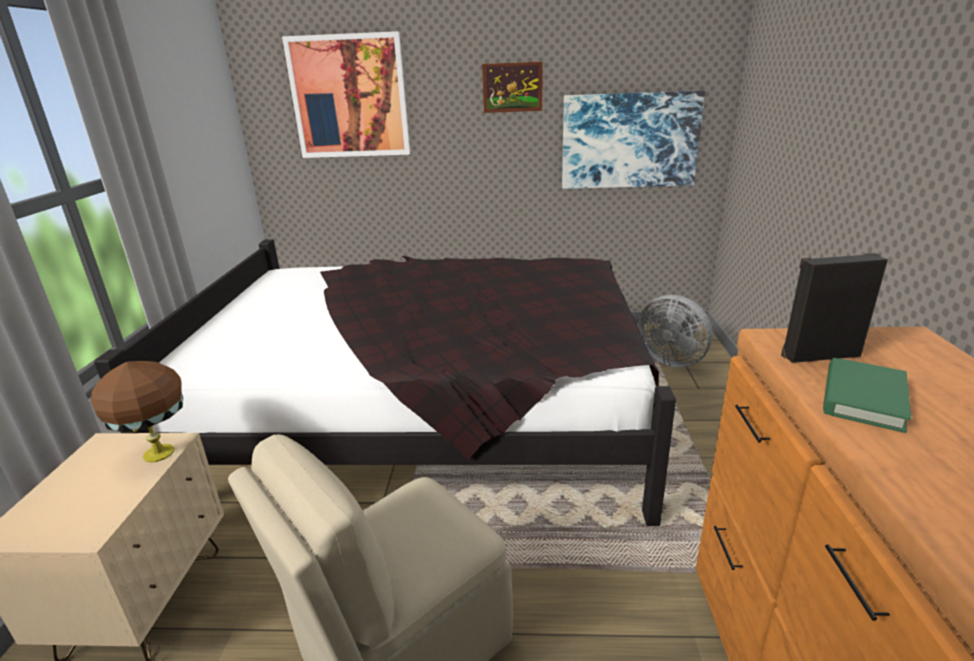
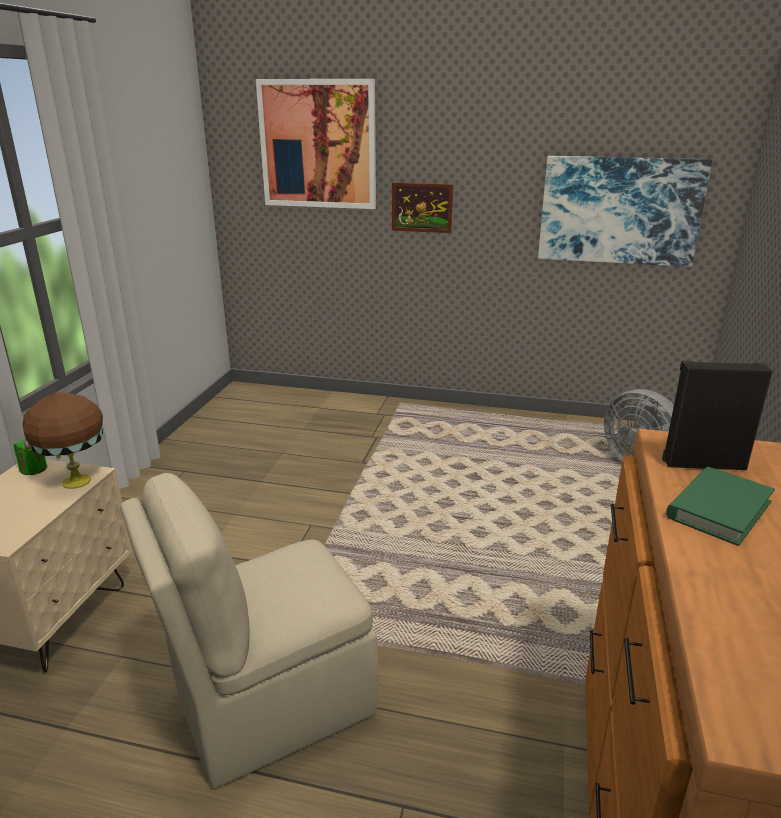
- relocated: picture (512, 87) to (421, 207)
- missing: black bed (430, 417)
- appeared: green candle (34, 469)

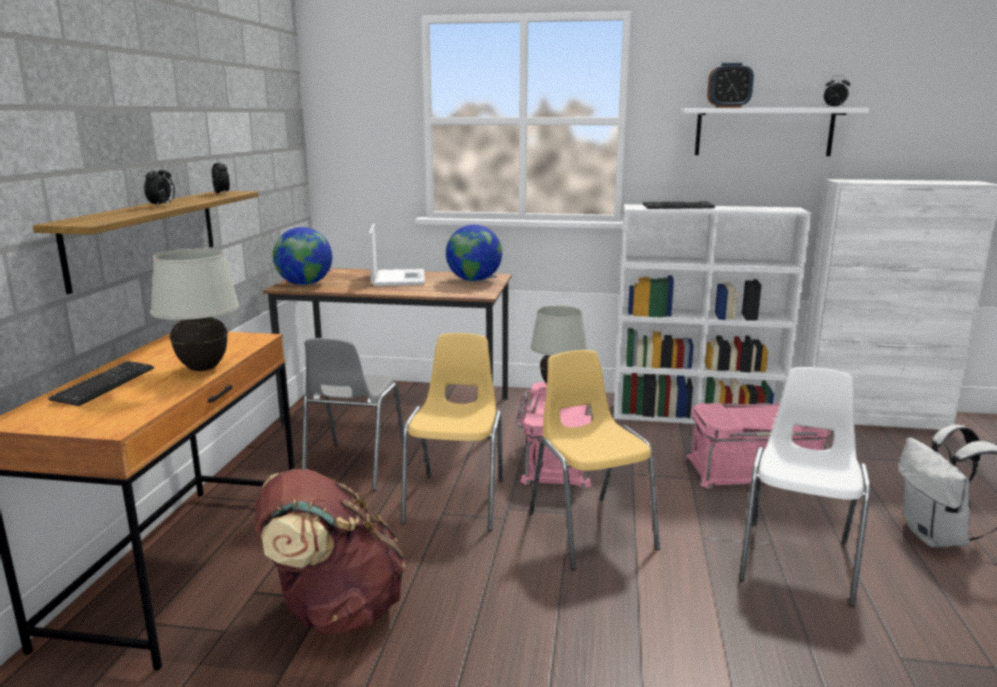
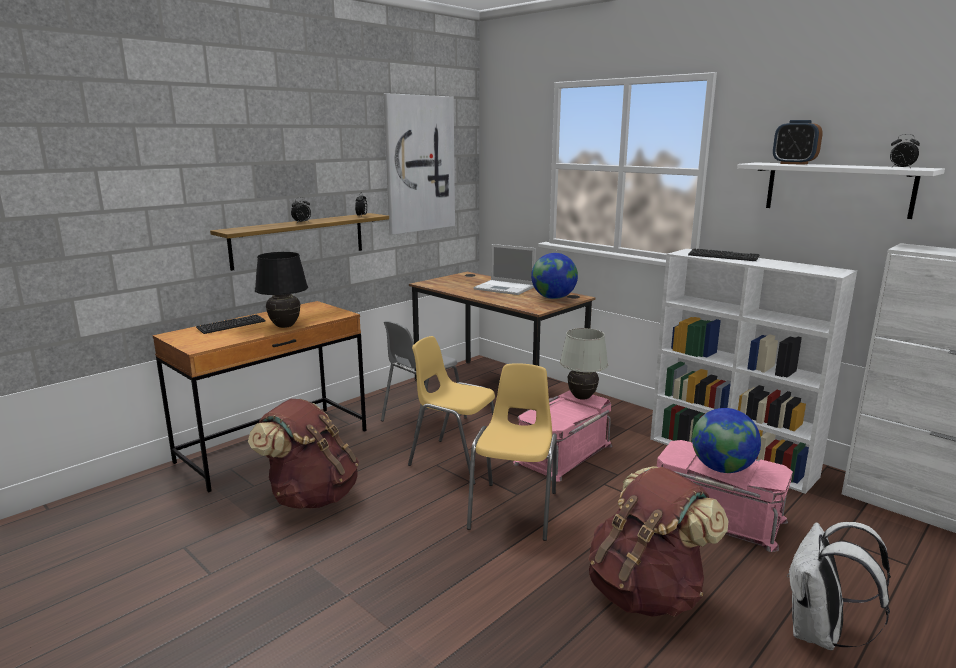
- spun: laptop (398, 278) = (505, 288) 90 degrees clockwise
- relocated: globe (305, 284) to (722, 469)
- colour: white table lamp (204, 368) to black table lamp (285, 326)
- spun: yellow chair (457, 501) = (455, 460) 105 degrees counterclockwise
- exchanged: white chair (797, 560) to brown backpack (646, 592)
- appeared: picture (419, 164)

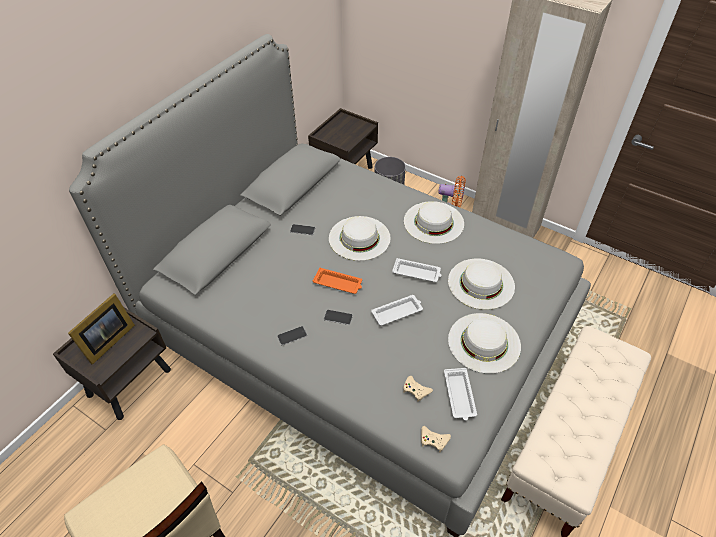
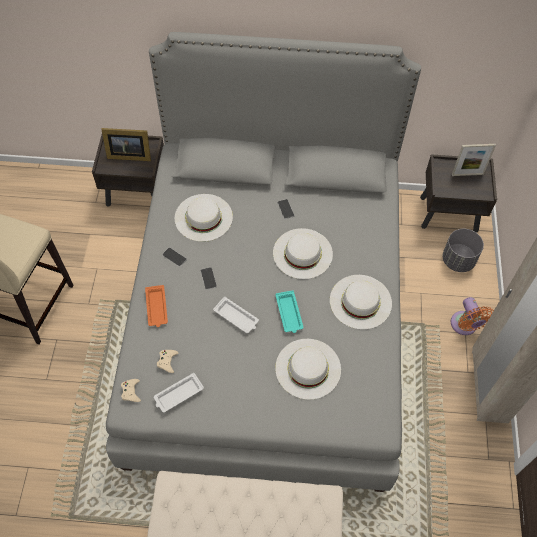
- colour: white tray (417, 273) to turquoise tray (289, 313)
- relocated: orange tray (338, 283) to (156, 308)
- relocated: white hat (484, 342) to (203, 217)
- appeared: picture frame (467, 174)

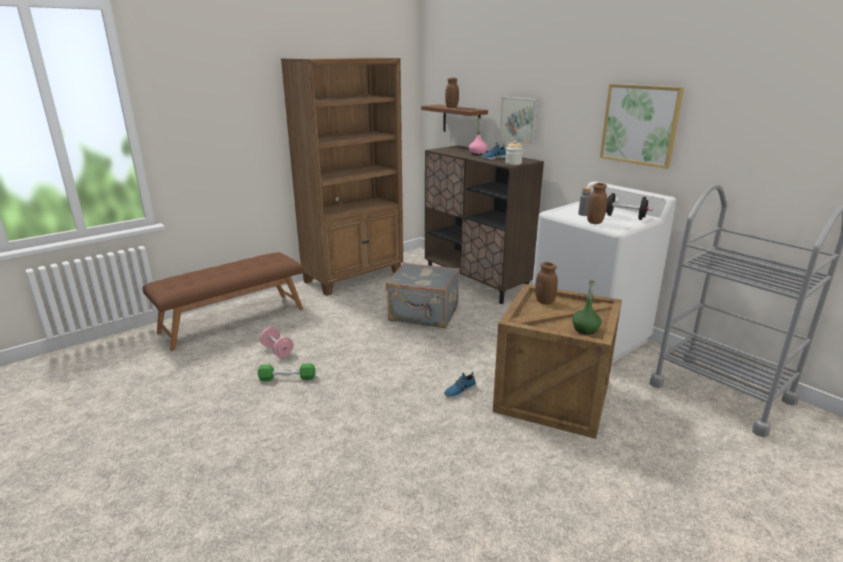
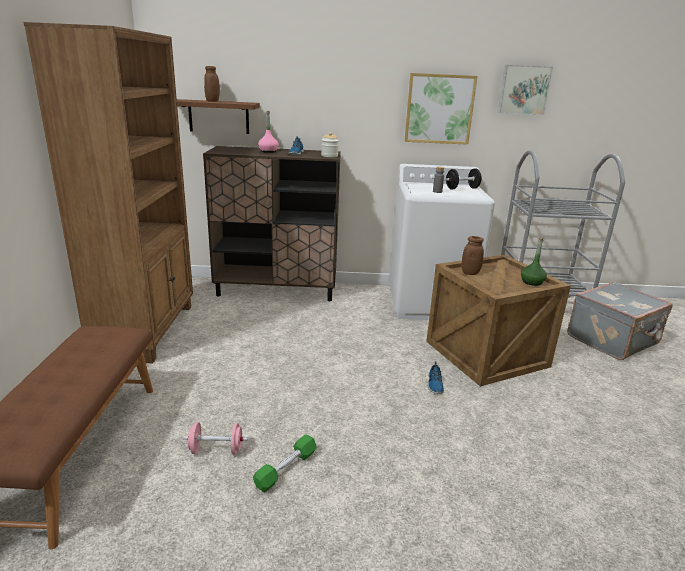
- relocated: picture (520, 120) to (523, 90)
- missing: brown jar (595, 222)
- relocated: grey suitcase (424, 315) to (613, 341)

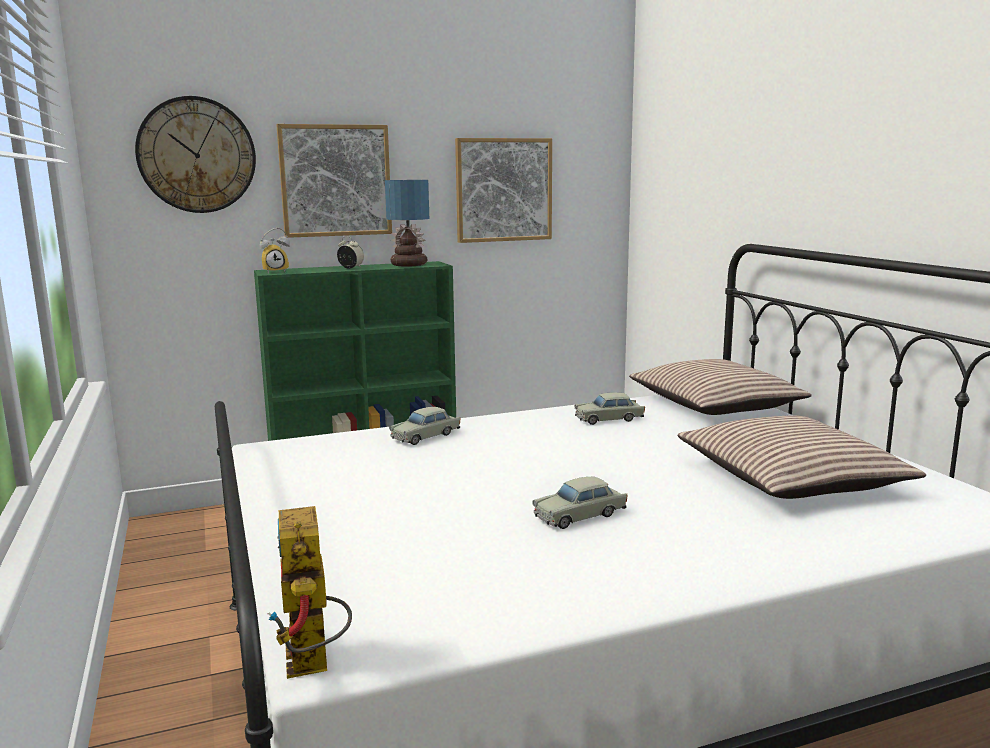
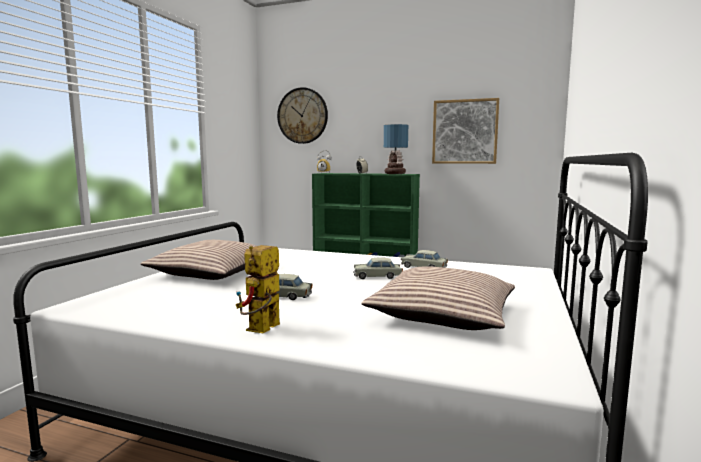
- missing: picture (335, 180)
- relocated: pillow (715, 404) to (213, 272)
- relocated: beige toy car (426, 436) to (377, 276)
- relocated: toy robot (314, 666) to (261, 330)

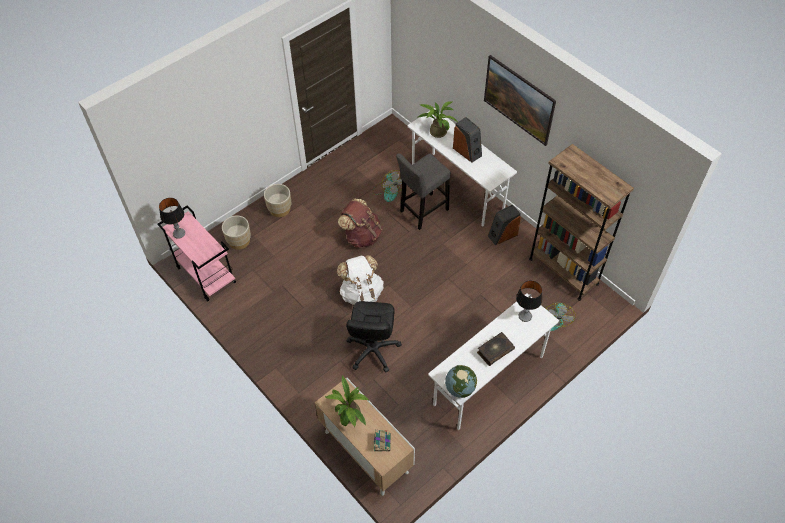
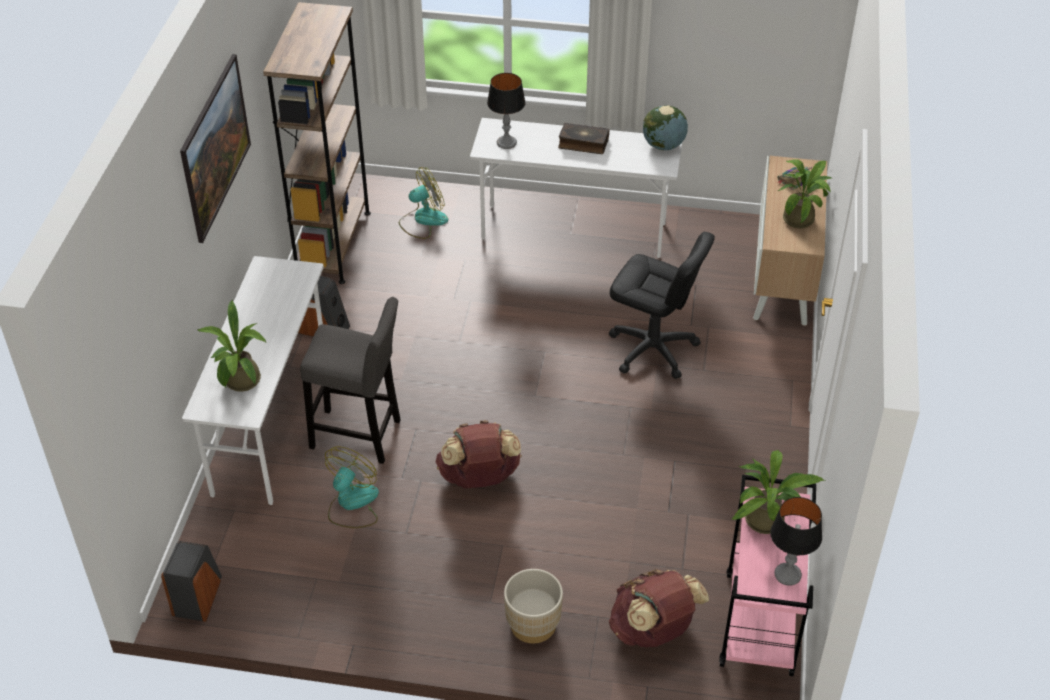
- relocated: speaker (467, 151) to (198, 596)
- exchanged: beige planter (239, 241) to brown backpack (653, 631)
- missing: white backpack (361, 293)
- spun: black office chair (372, 350) = (653, 349) 60 degrees clockwise
- appeared: potted plant (769, 521)

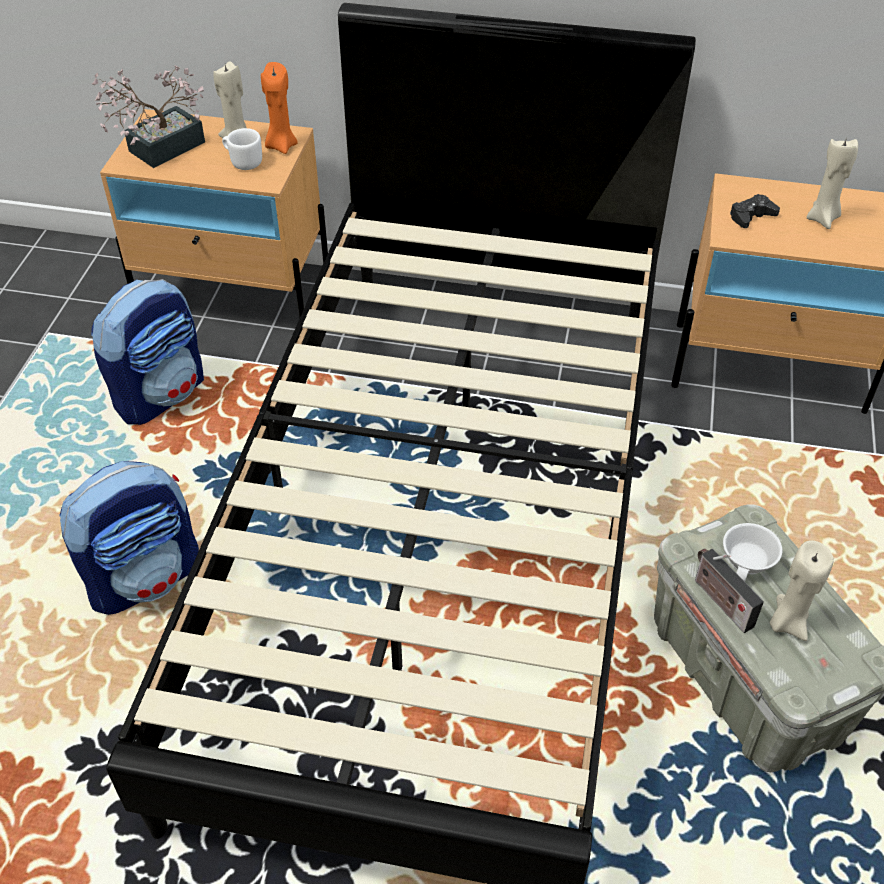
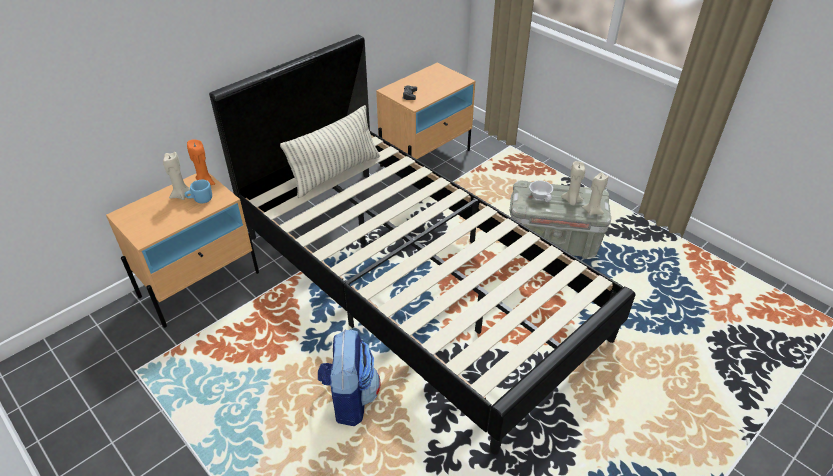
- missing: potted plant (159, 150)
- colour: white mug (243, 162) to blue mug (200, 199)
- relocated: beige candle (823, 218) to (592, 211)
- missing: backpack (161, 394)
- missing: radio (720, 601)
- appeared: pillow (336, 173)

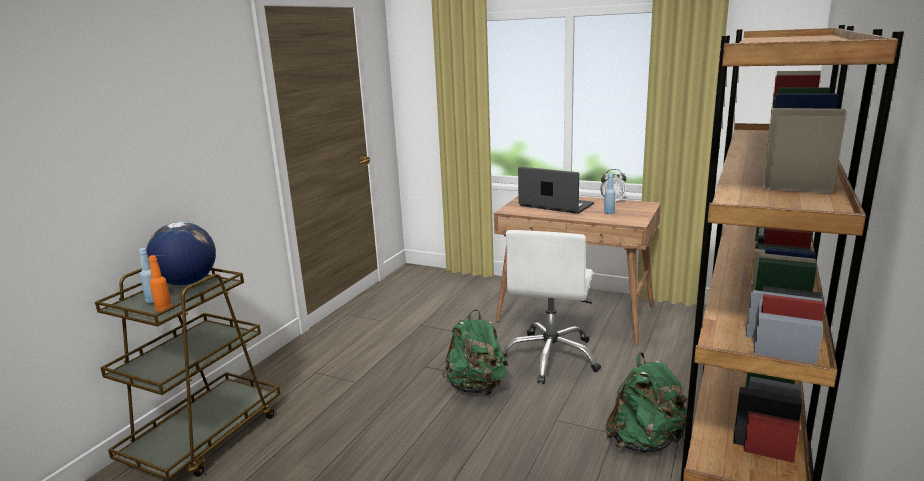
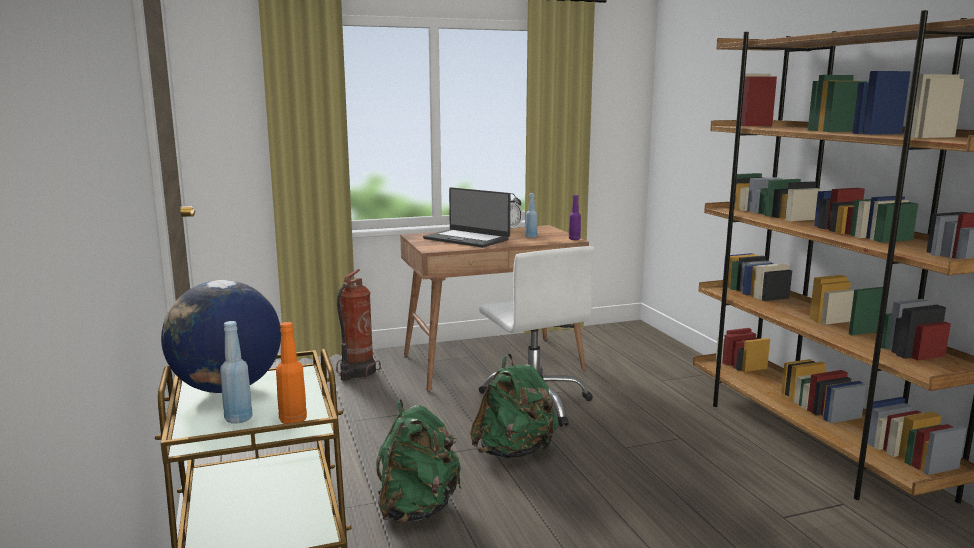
- spun: laptop (555, 205) = (467, 239) 135 degrees counterclockwise
- relocated: green backpack (645, 441) to (417, 509)
- appeared: purple bottle (574, 239)
- appeared: fire extinguisher (356, 373)

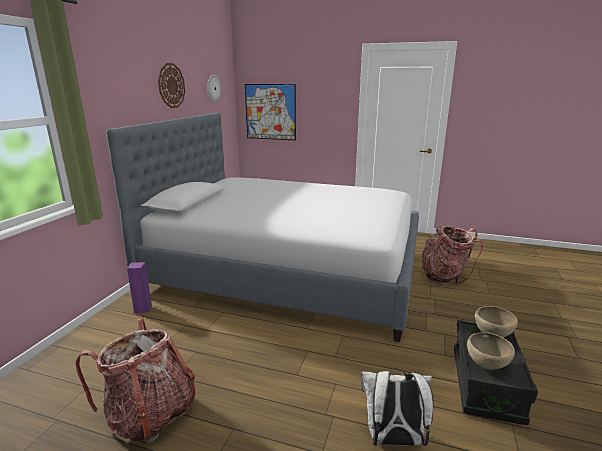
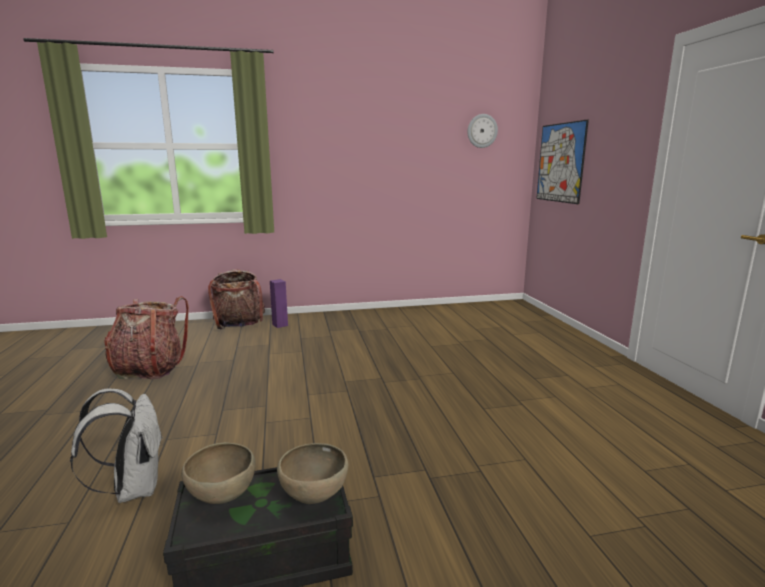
- missing: wall clock (171, 85)
- missing: bed (287, 270)
- relocated: backpack (444, 275) to (239, 325)

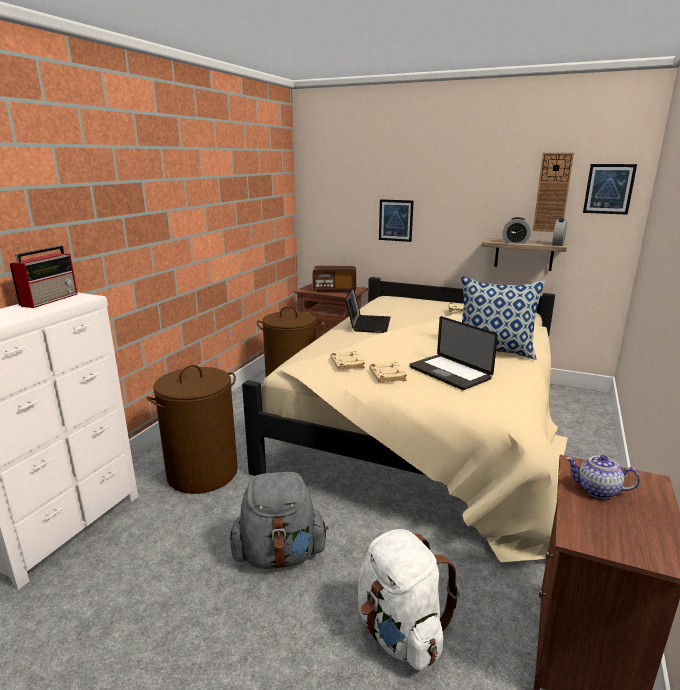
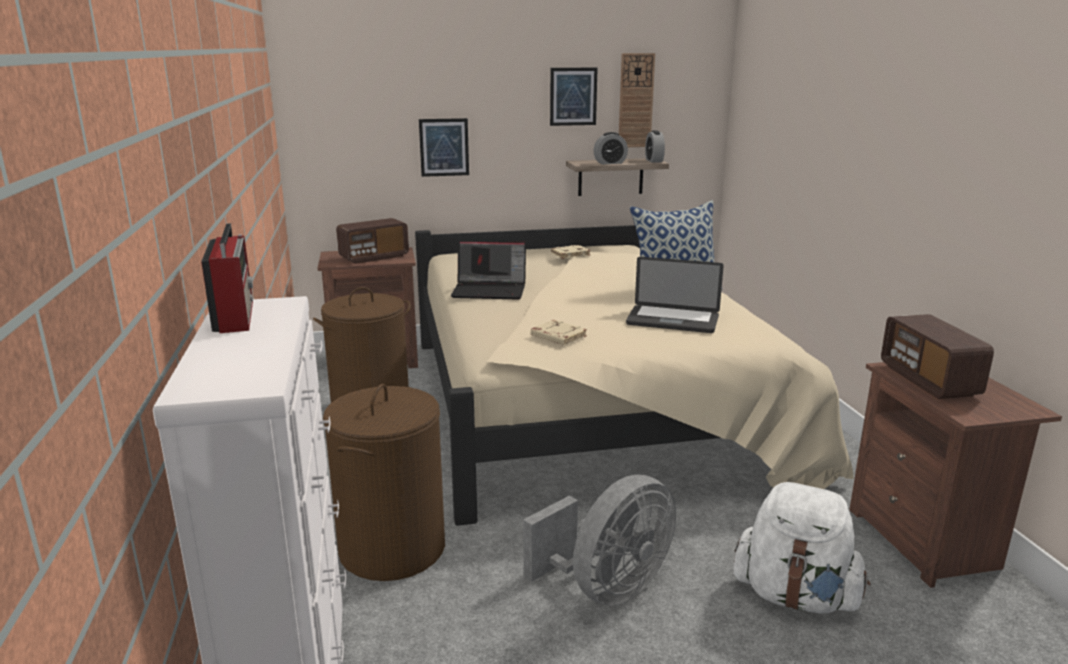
- relocated: picture (609, 189) to (573, 96)
- spun: laptop (367, 324) = (490, 290) 120 degrees clockwise
- missing: beige book (386, 375)
- exchanged: teapot (597, 490) to radio (928, 380)
- exchanged: grey backpack (280, 555) to grey fan (607, 588)

